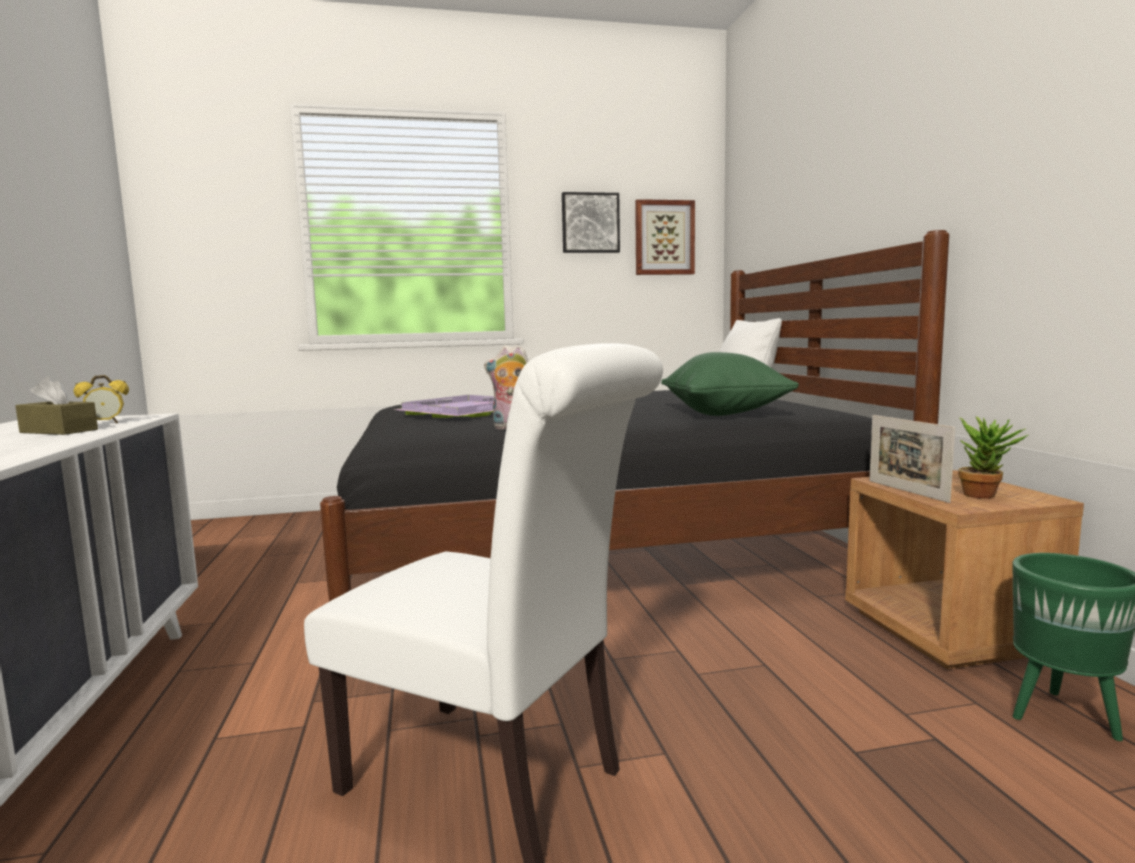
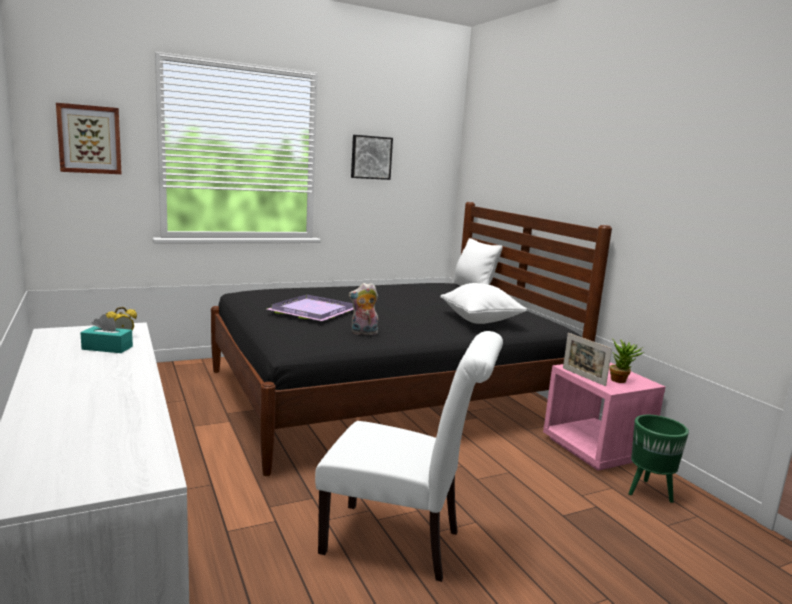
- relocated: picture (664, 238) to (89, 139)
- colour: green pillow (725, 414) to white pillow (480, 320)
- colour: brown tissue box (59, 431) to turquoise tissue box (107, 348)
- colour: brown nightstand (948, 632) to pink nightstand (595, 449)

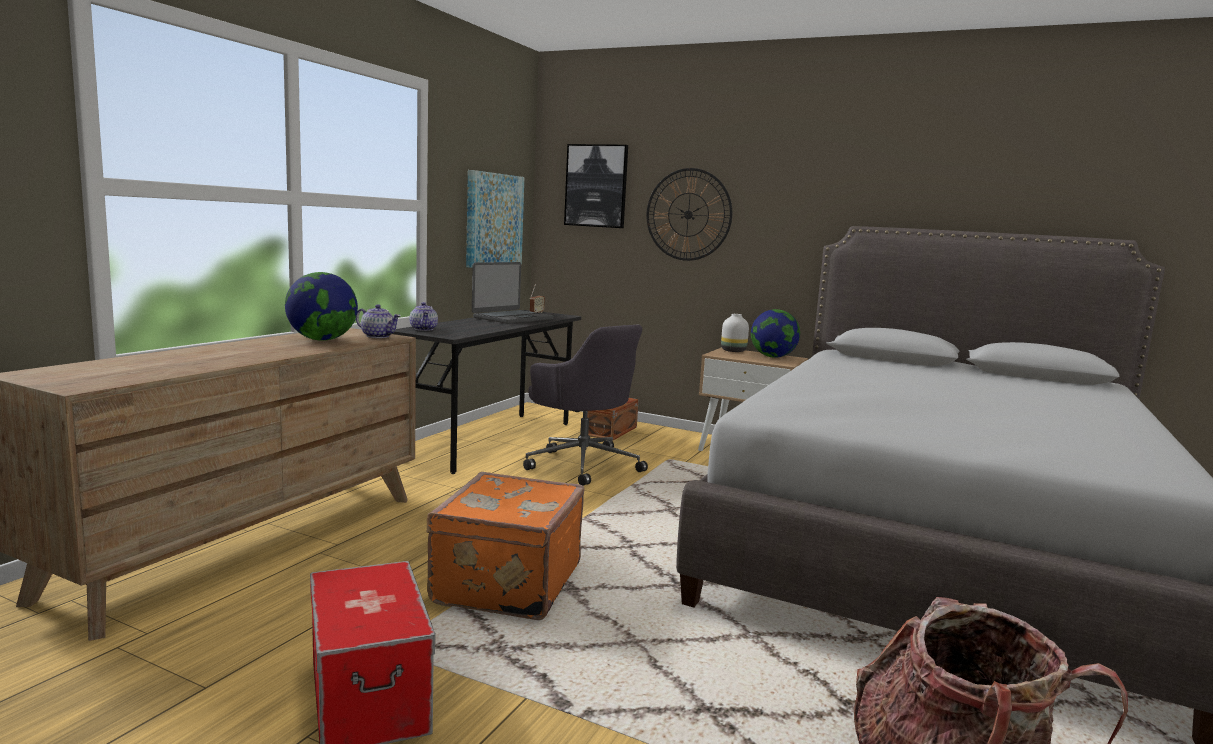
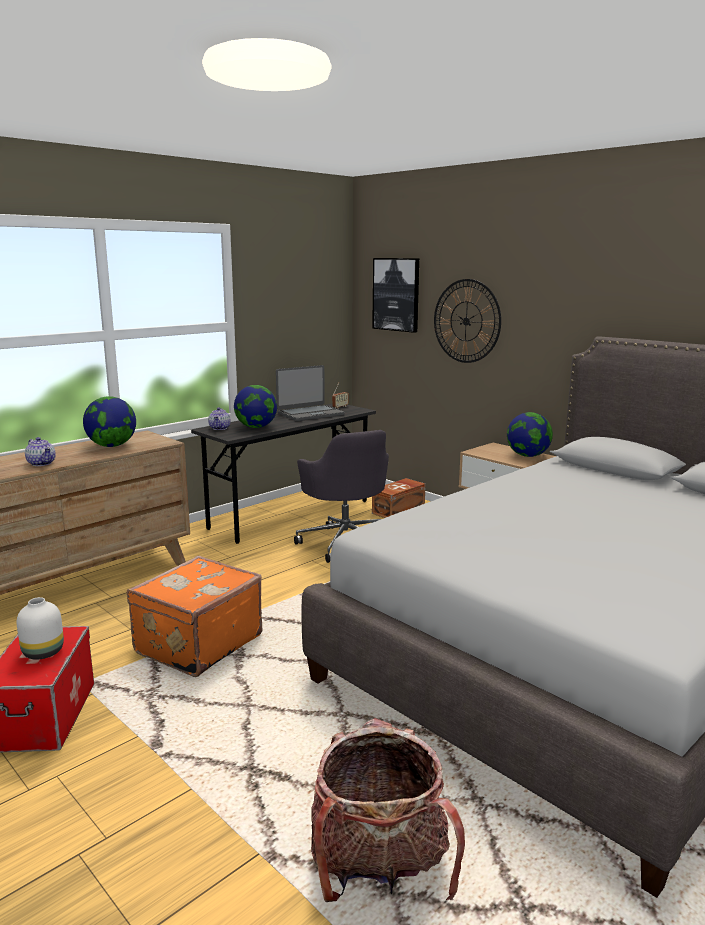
- missing: picture (493, 220)
- relocated: teapot (378, 336) to (42, 463)
- relocated: white vase (732, 351) to (42, 652)
- appeared: globe (256, 427)

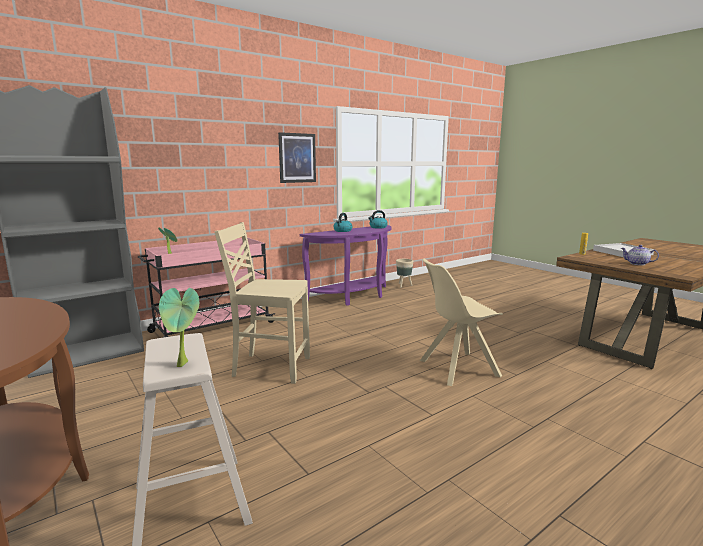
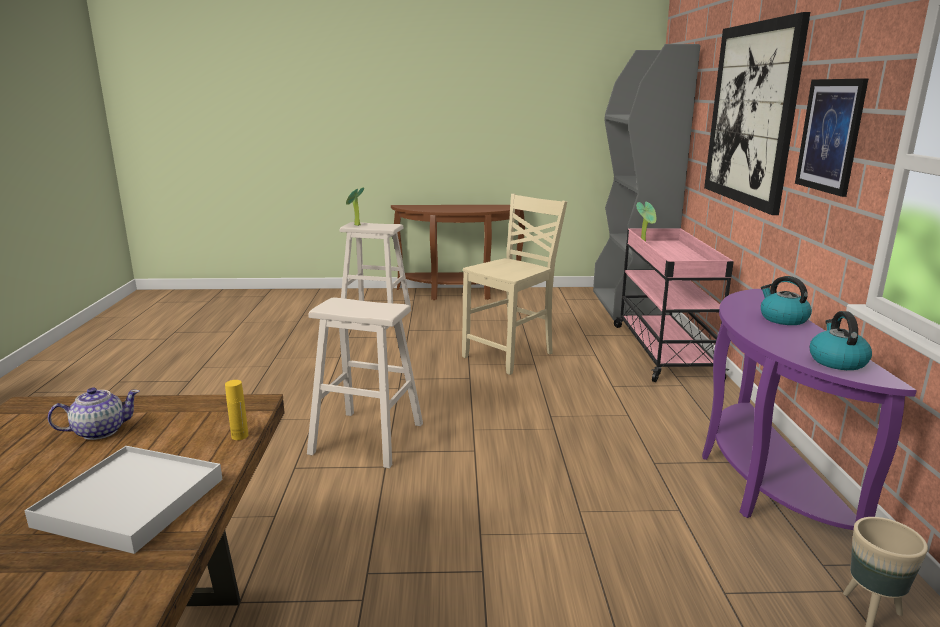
- exchanged: beige chair (456, 368) to beige stool (367, 438)
- appeared: picture (751, 114)

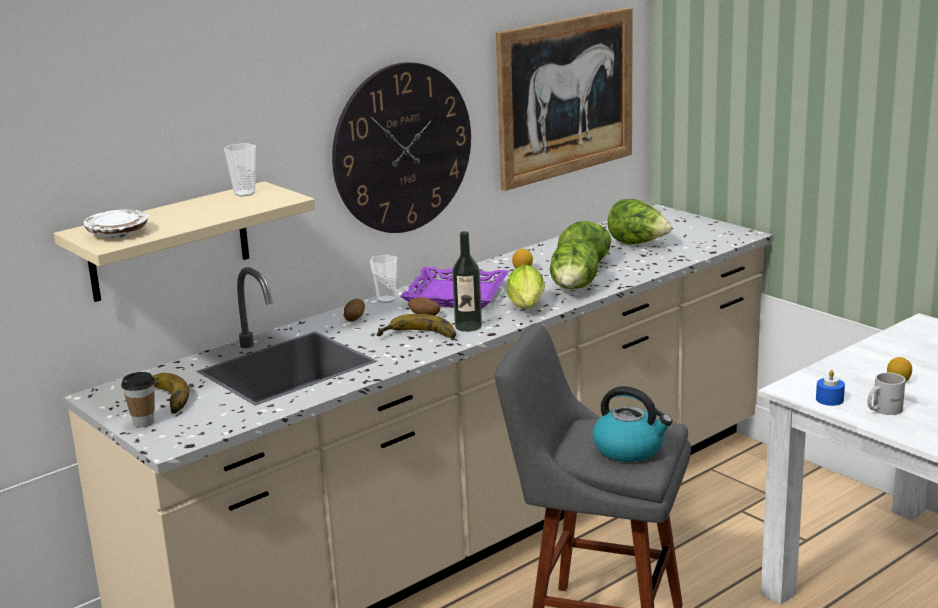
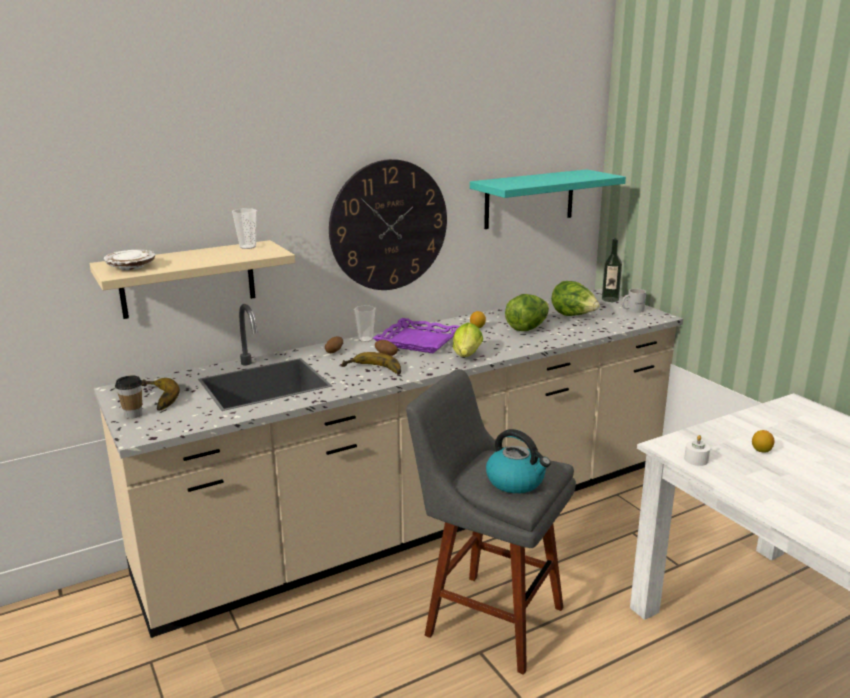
- exchanged: picture (565, 96) to turquoise shelf (529, 199)
- relocated: bottle (468, 326) to (610, 299)
- missing: lettuce (574, 290)
- colour: blue candle (829, 399) to white candle (696, 460)
- relocated: white mug (882, 409) to (632, 310)

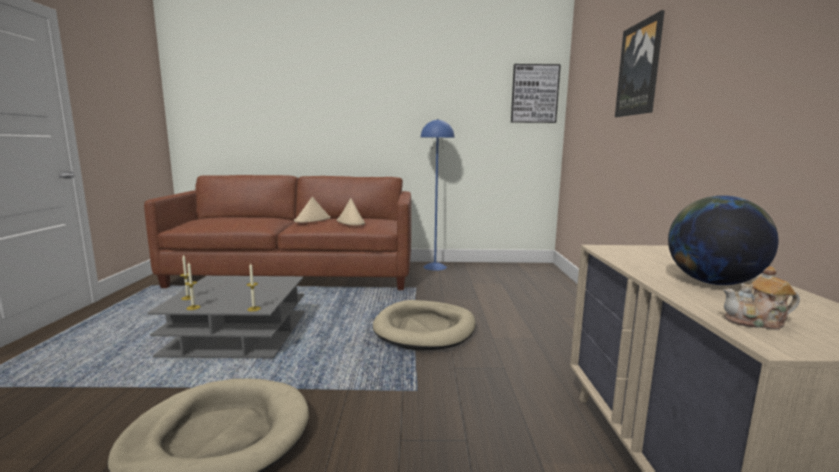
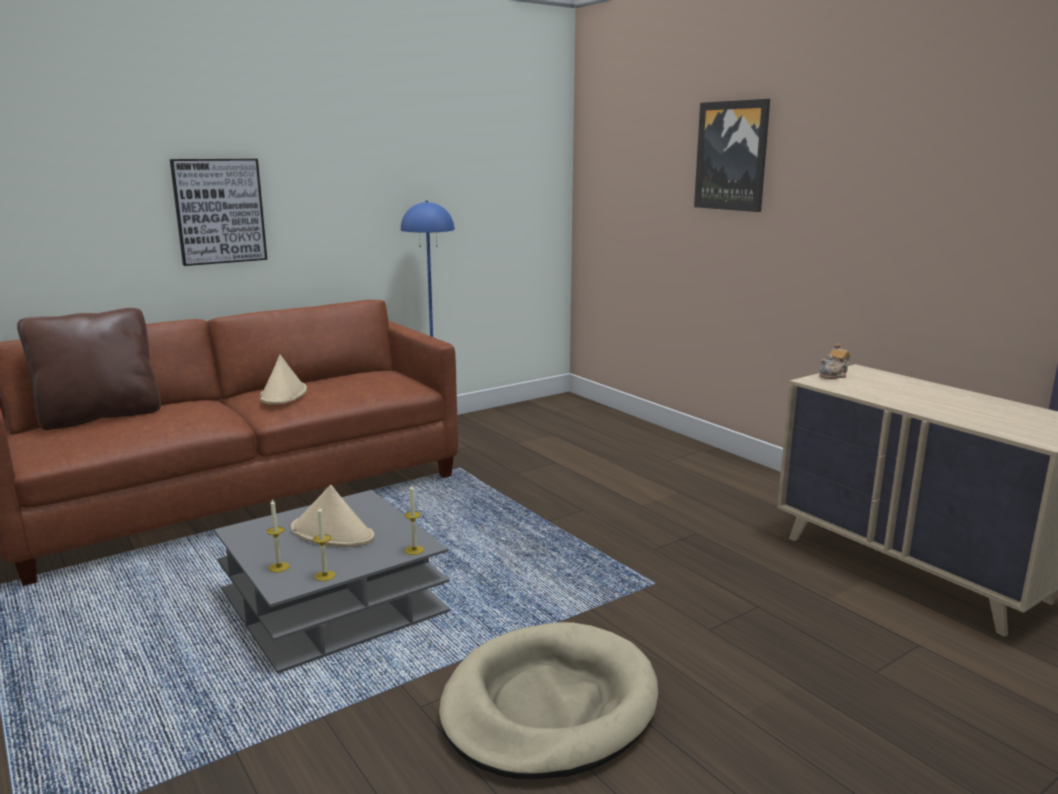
- relocated: picture (534, 94) to (219, 211)
- missing: globe (712, 282)
- relocated: beige hat (351, 222) to (333, 533)
- relocated: teapot (756, 322) to (834, 376)
- missing: beige dog bed (425, 329)
- appeared: brown pillow (100, 416)

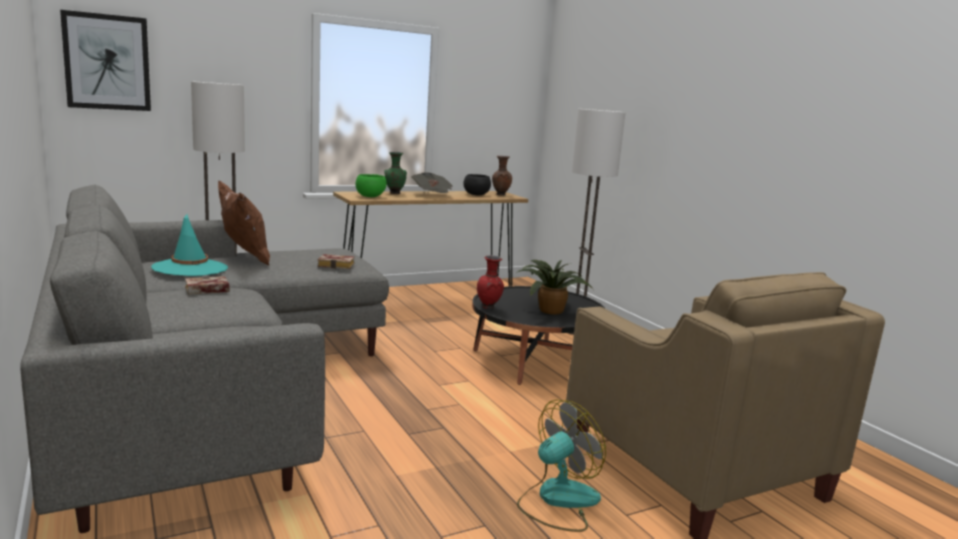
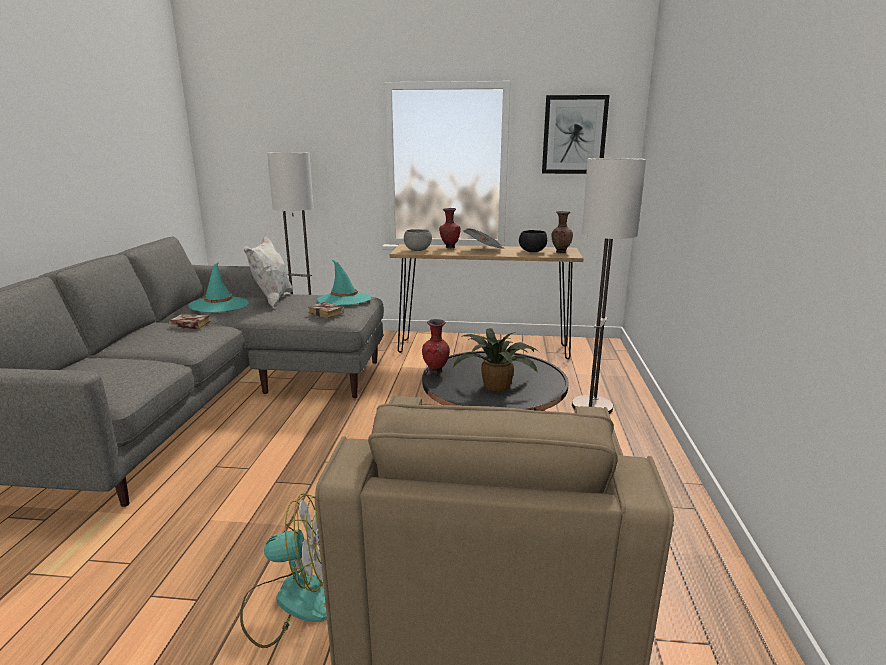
- relocated: picture (107, 62) to (574, 135)
- colour: green vase (394, 193) to red vase (449, 247)
- colour: green bowl (370, 196) to grey bowl (417, 250)
- colour: brown pillow (244, 259) to white pillow (272, 300)
- appeared: turquoise hat (344, 299)

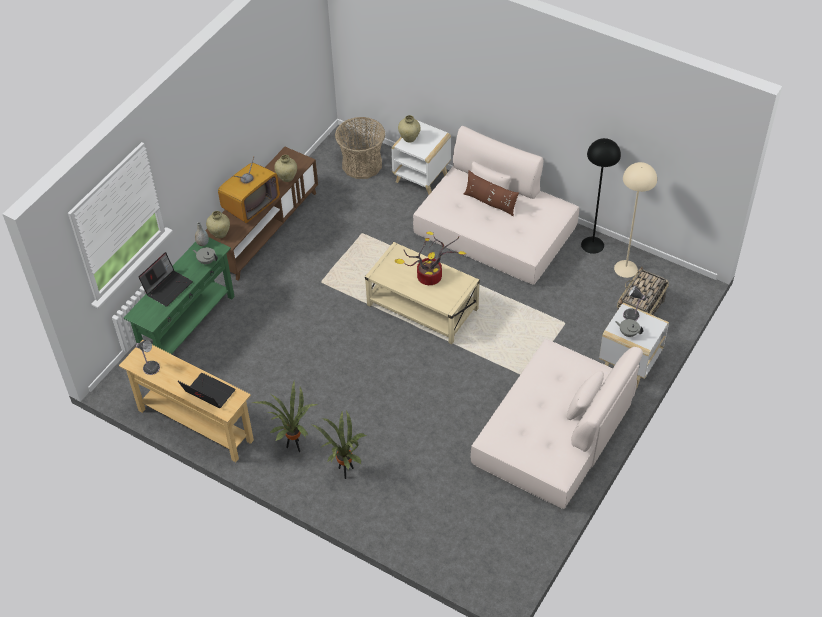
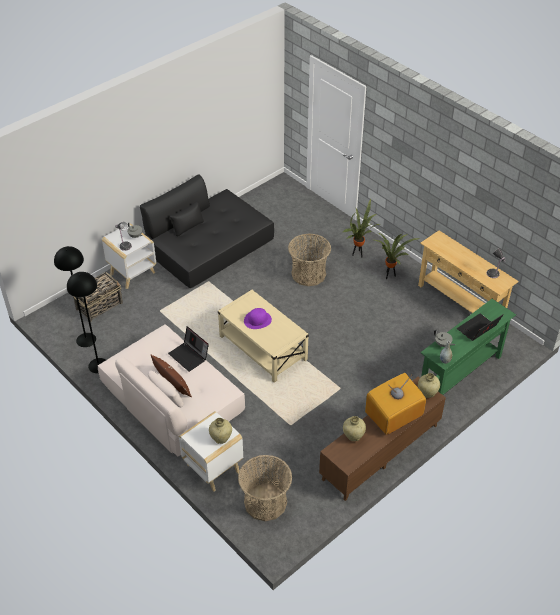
- colour: beige floor lamp (625, 268) to black floor lamp (86, 340)
- exchanged: potted plant (428, 278) to purple hat (257, 320)
- colour: beige sofa (554, 432) to black sofa (209, 246)
- relocated: laptop (208, 393) to (189, 356)
- appeared: basket (308, 274)

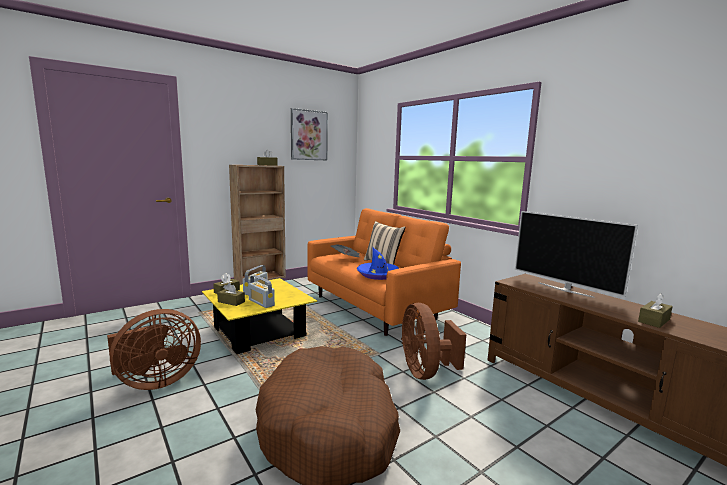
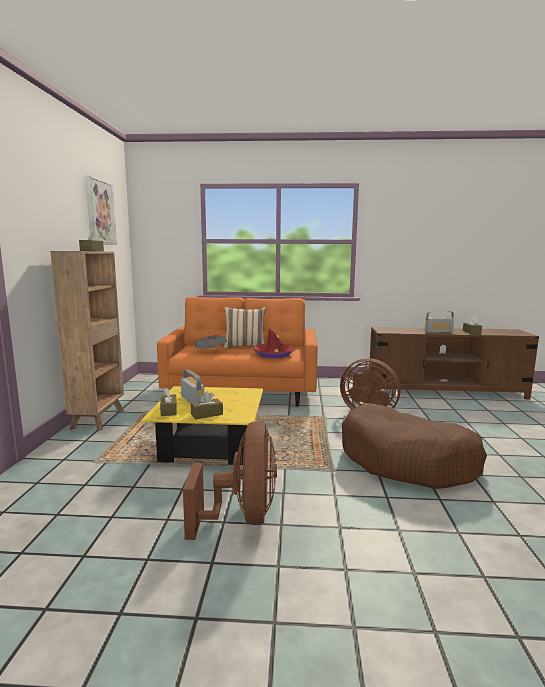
- missing: television (565, 289)
- colour: blue hat (378, 275) to red hat (273, 354)
- relocated: radio (261, 302) to (438, 331)

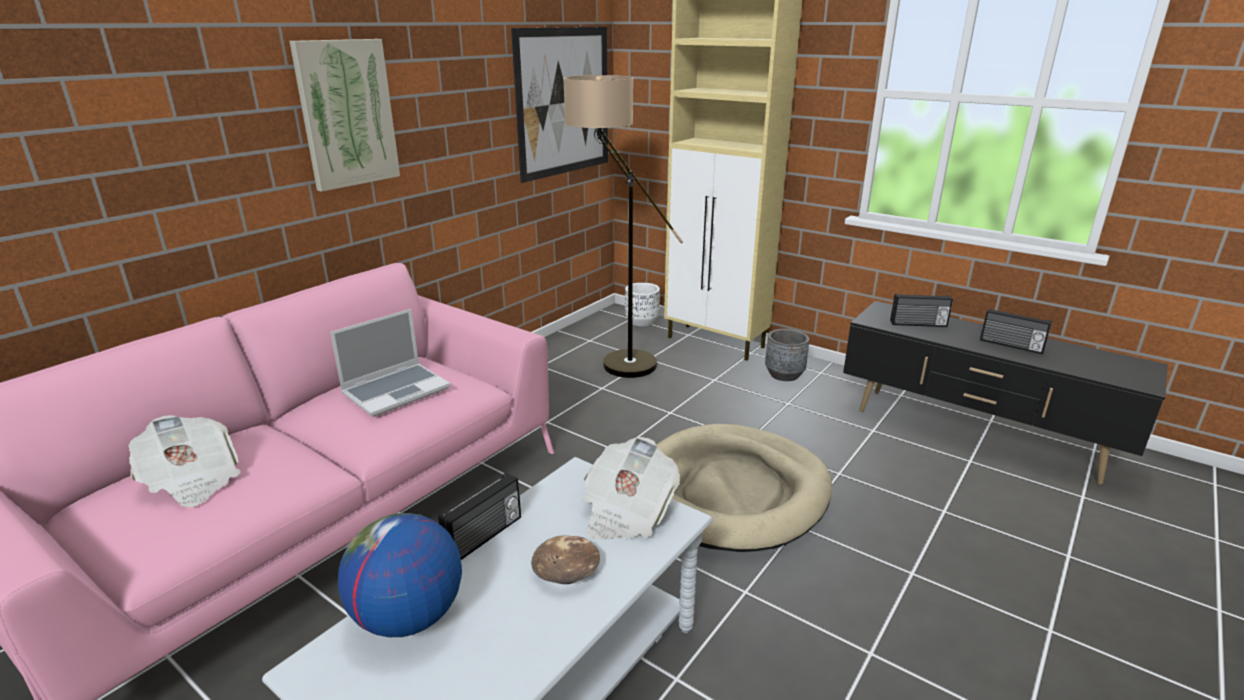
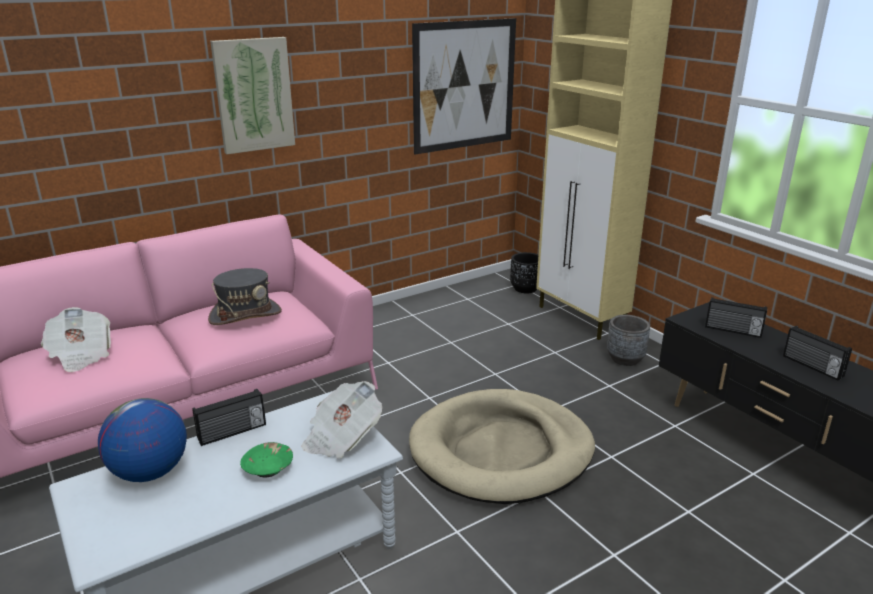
- missing: floor lamp (614, 358)
- colour: white planter (641, 322) to black planter (525, 289)
- exchanged: laptop (397, 390) to grey hat (245, 315)
- colour: brown bowl (567, 571) to green bowl (268, 468)

